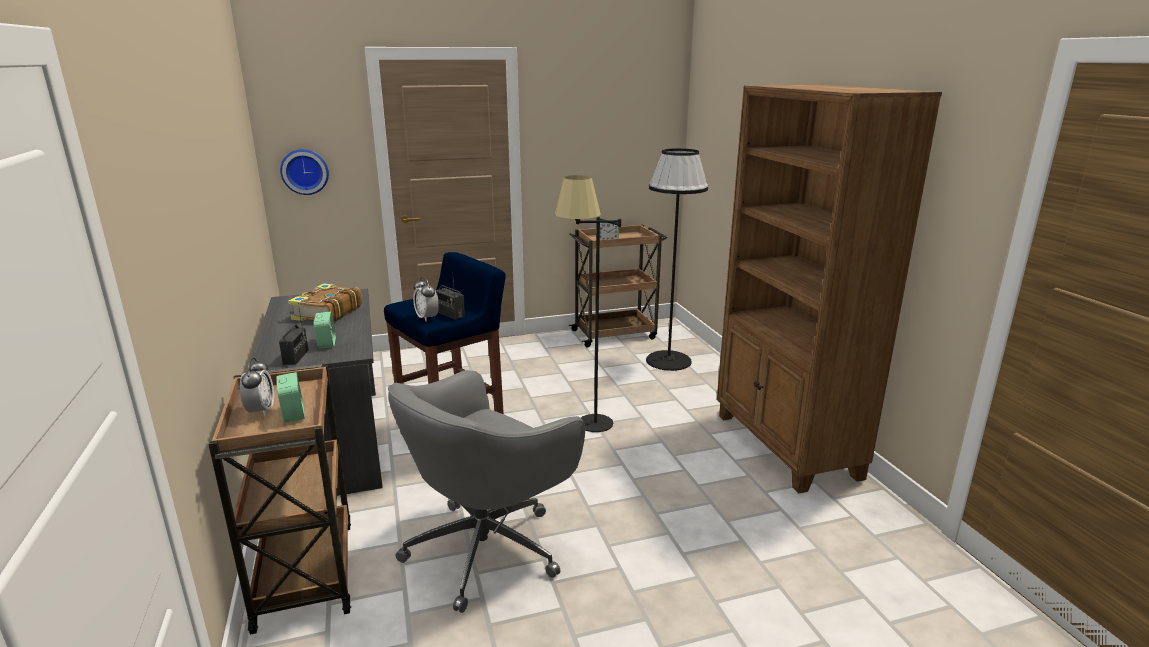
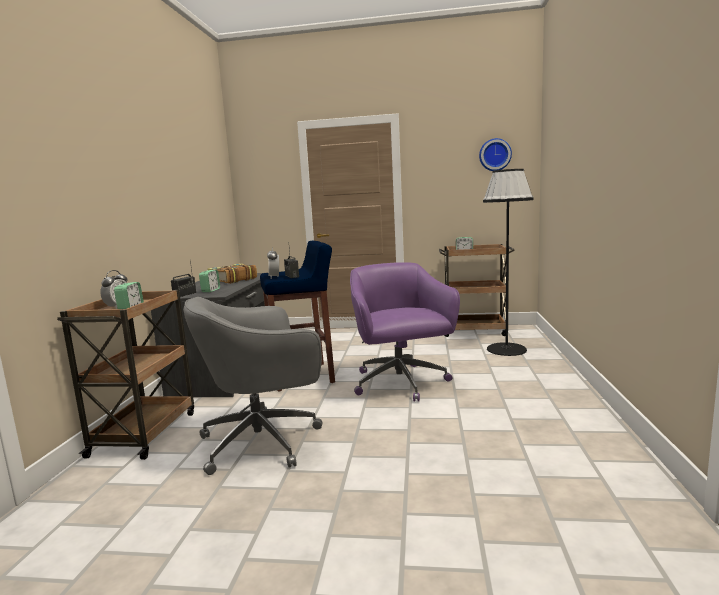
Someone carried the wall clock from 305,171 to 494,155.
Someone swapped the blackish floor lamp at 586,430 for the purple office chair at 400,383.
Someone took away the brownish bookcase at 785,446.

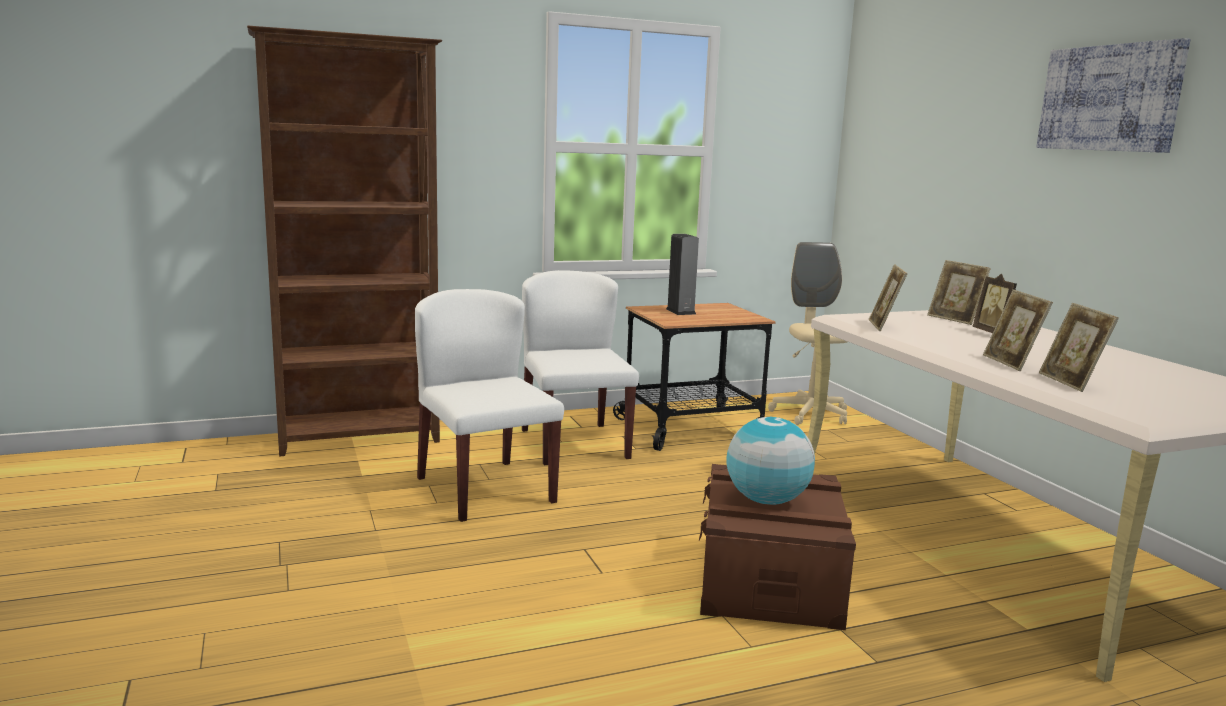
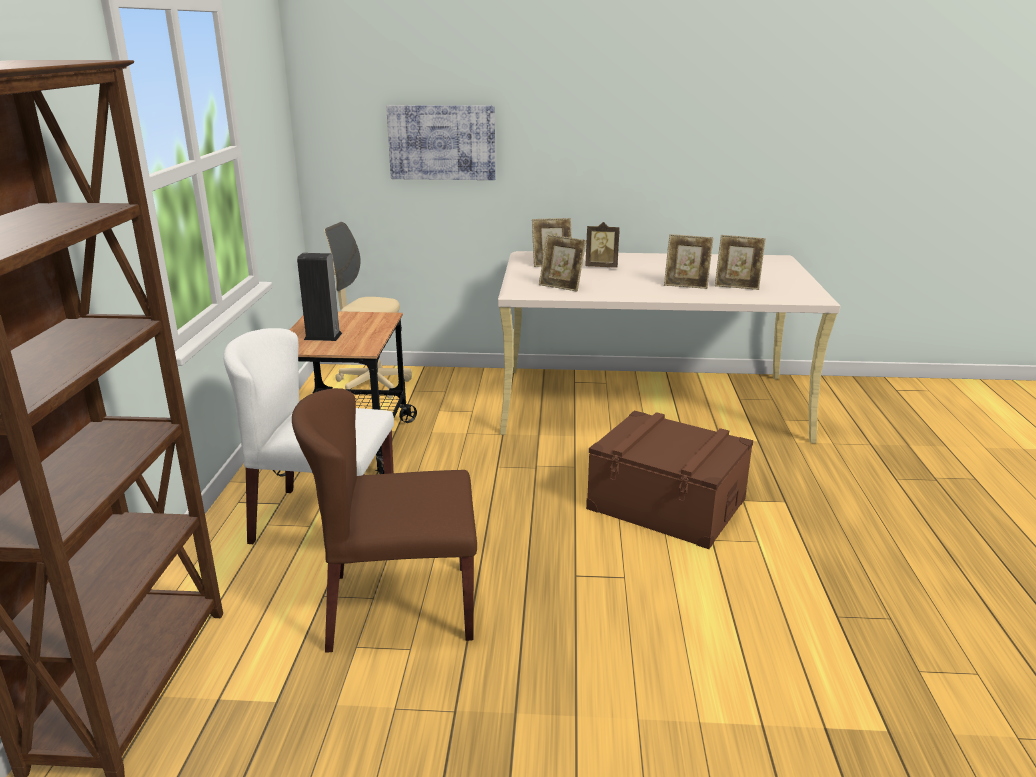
Someone repainted the whitish plain chair at 484,489, which became the brownish plain chair at 399,606.
Someone took away the globe at 767,501.
Someone carried the wall picture from 1109,98 to 442,142.

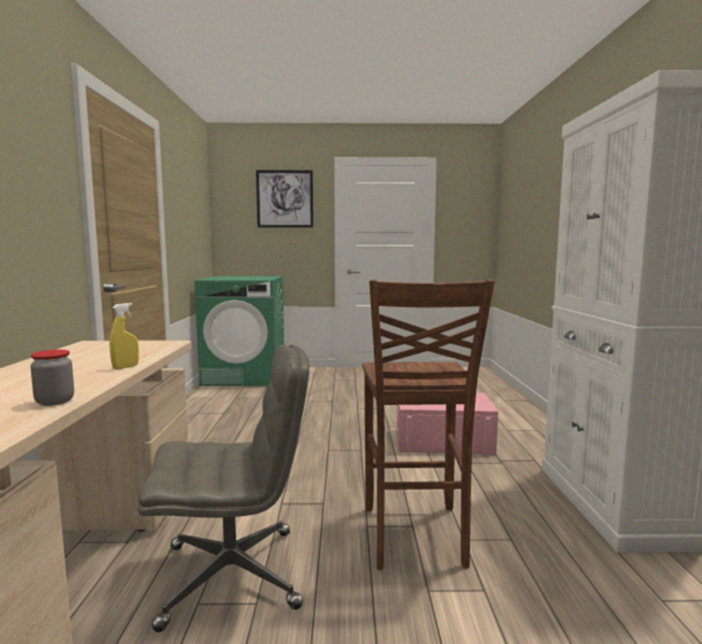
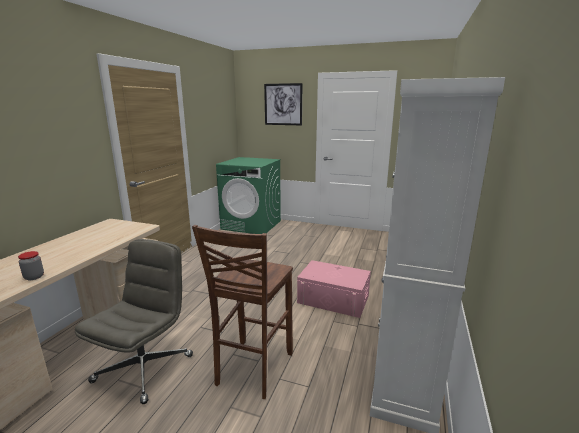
Someone took away the yellow spray bottle at 125,367.
Someone rotated the gray office chair at 233,575 by 75 degrees counterclockwise.

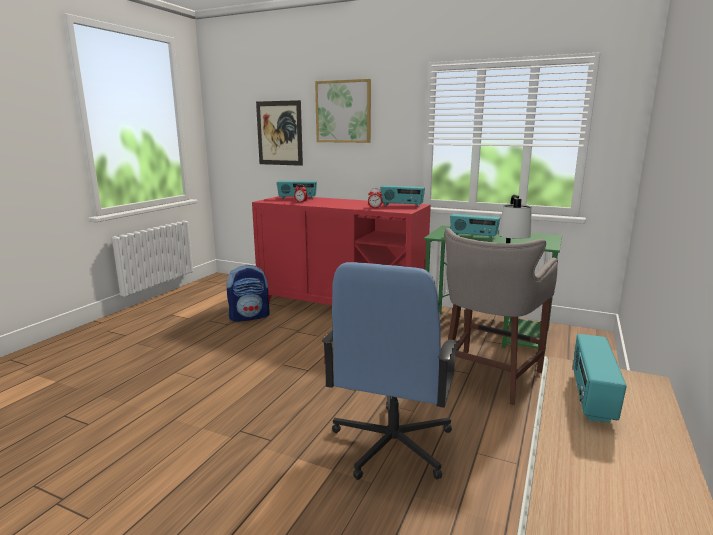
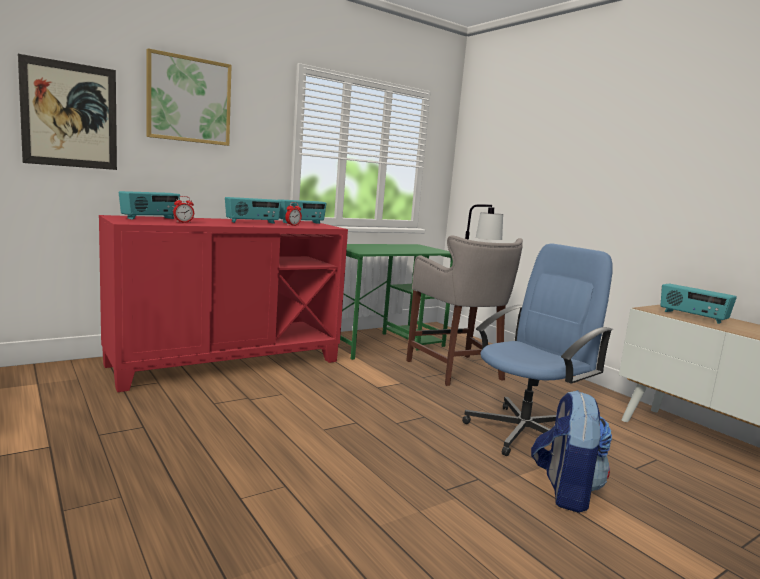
Someone carried the rucksack from 249,317 to 564,491.
Someone rotated the blue-coloured office chair at 391,444 by 90 degrees counterclockwise.
Someone carried the radio set from 473,236 to 252,222.

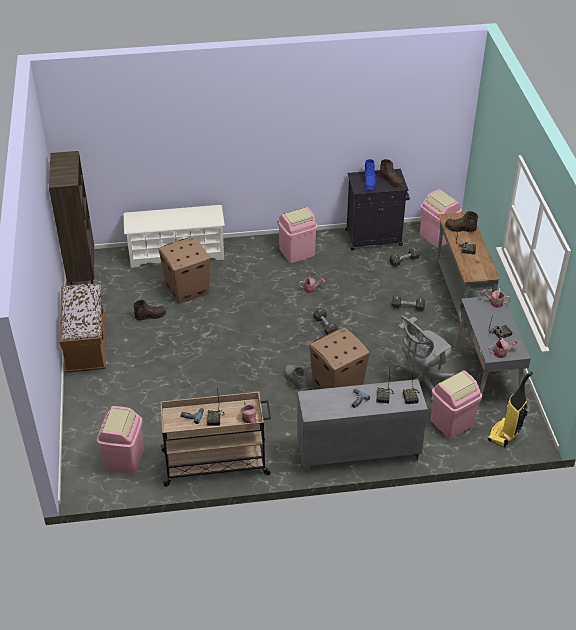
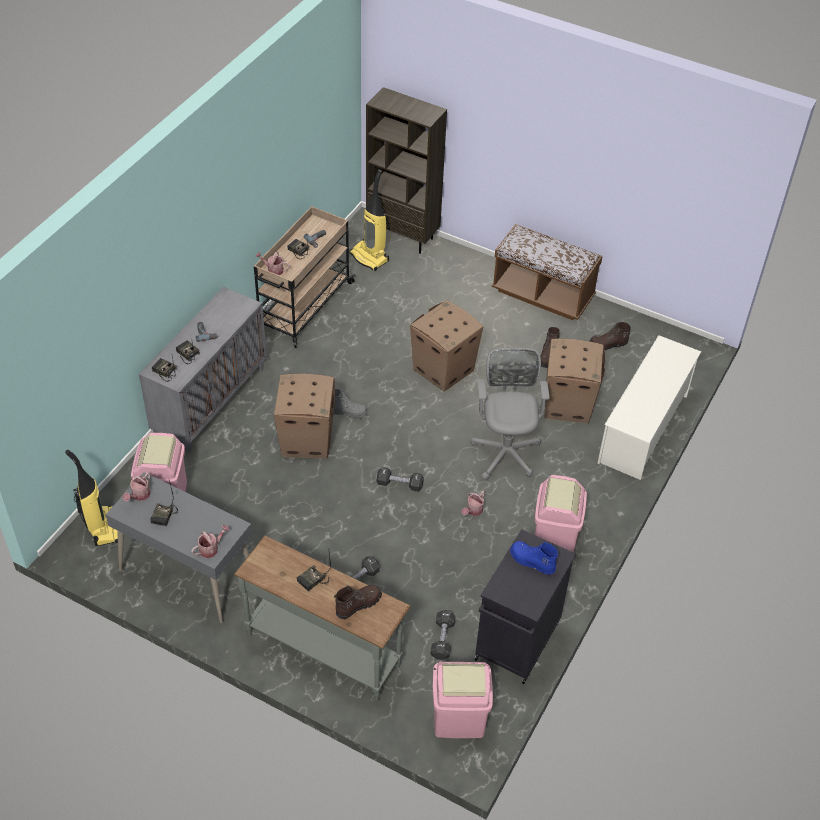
Someone carried the brownish bookcase from 82,273 to 403,236.
Someone swapped the pink-coloured trash can at 124,459 for the vacuum cleaner at 370,257.
Someone carried the brownish high-top boot from 391,181 to 608,345.
Someone carried the gray office chair from 421,383 to 506,451.
Someone put down the packing box at 442,370.

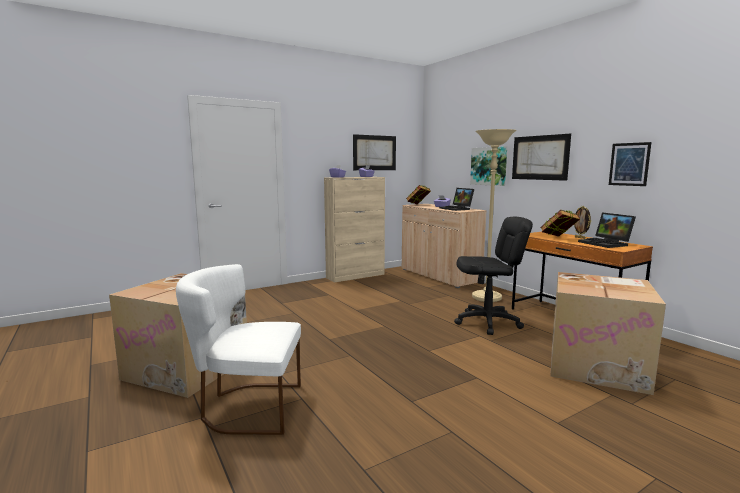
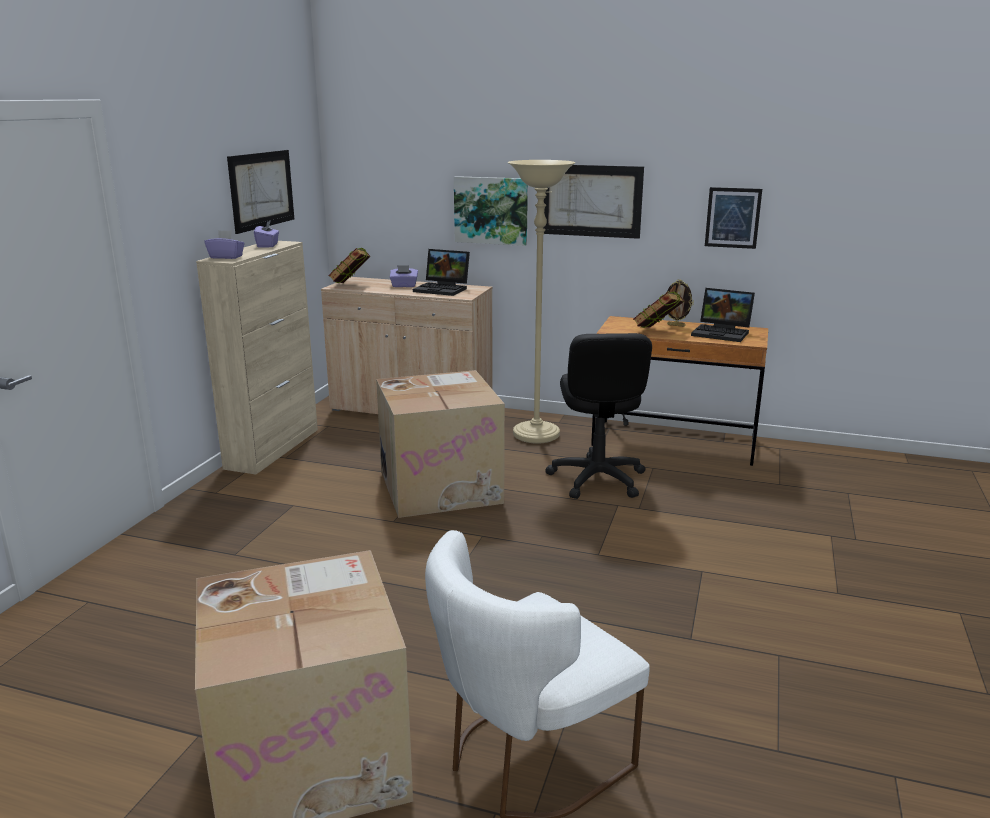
Someone rotated the blackish office chair at 487,322 by 135 degrees clockwise.
Someone carried the packing box from 597,365 to 441,486.

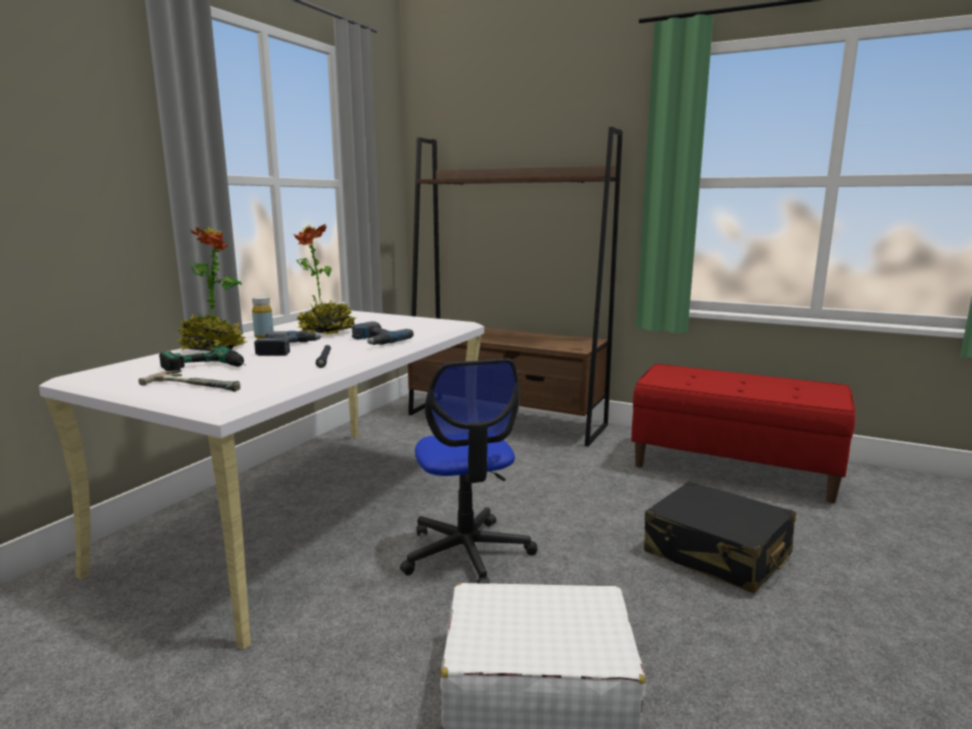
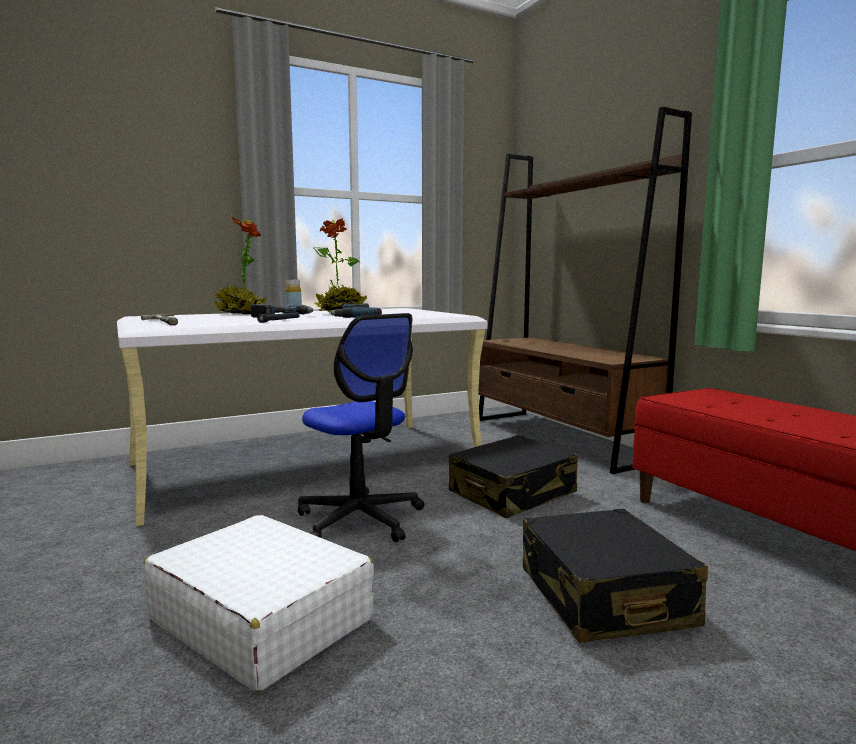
Someone took away the electric drill at 207,369.
Someone rotated the office chair at 467,553 by 60 degrees counterclockwise.
Someone put down the blackish piece of luggage at 512,493.

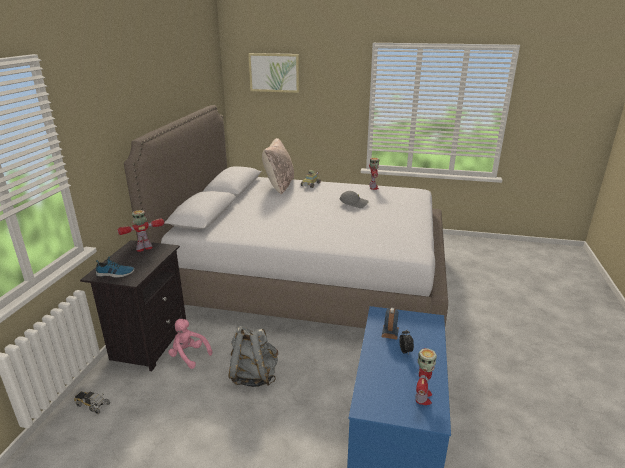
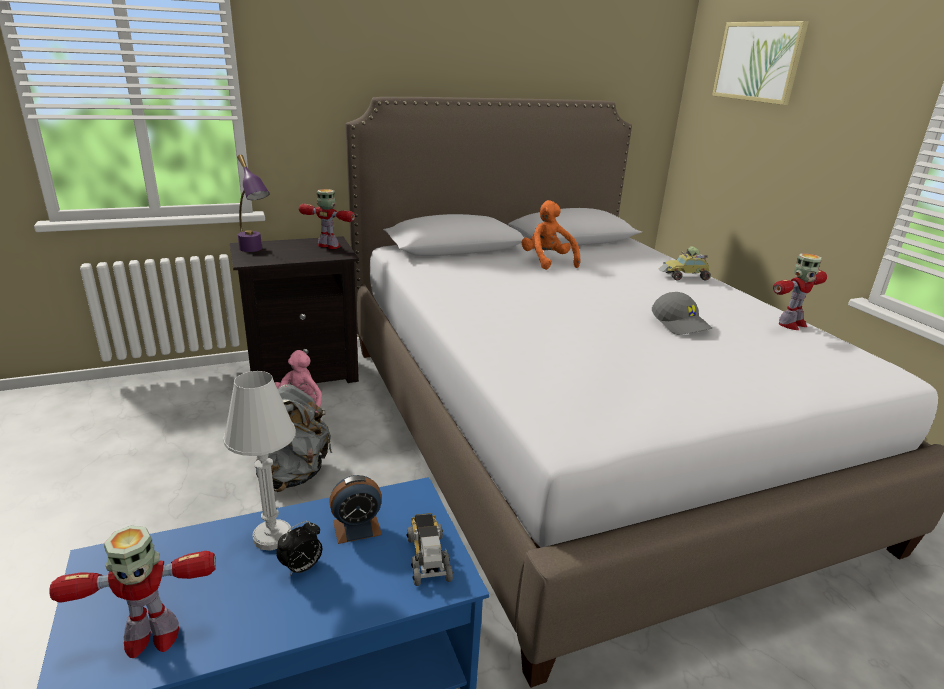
Someone carried the toy truck from 92,405 to 428,556.
Someone swapped the shoe at 115,274 for the purple tabletop lamp at 254,251.
Someone took away the beige pillow at 279,186.
Someone put down the whitish tabletop lamp at 272,537.
Someone put down the orange soft toy at 547,261.

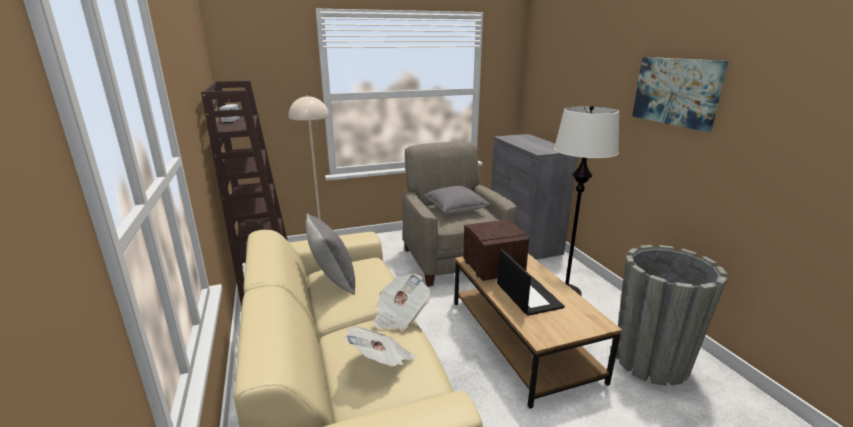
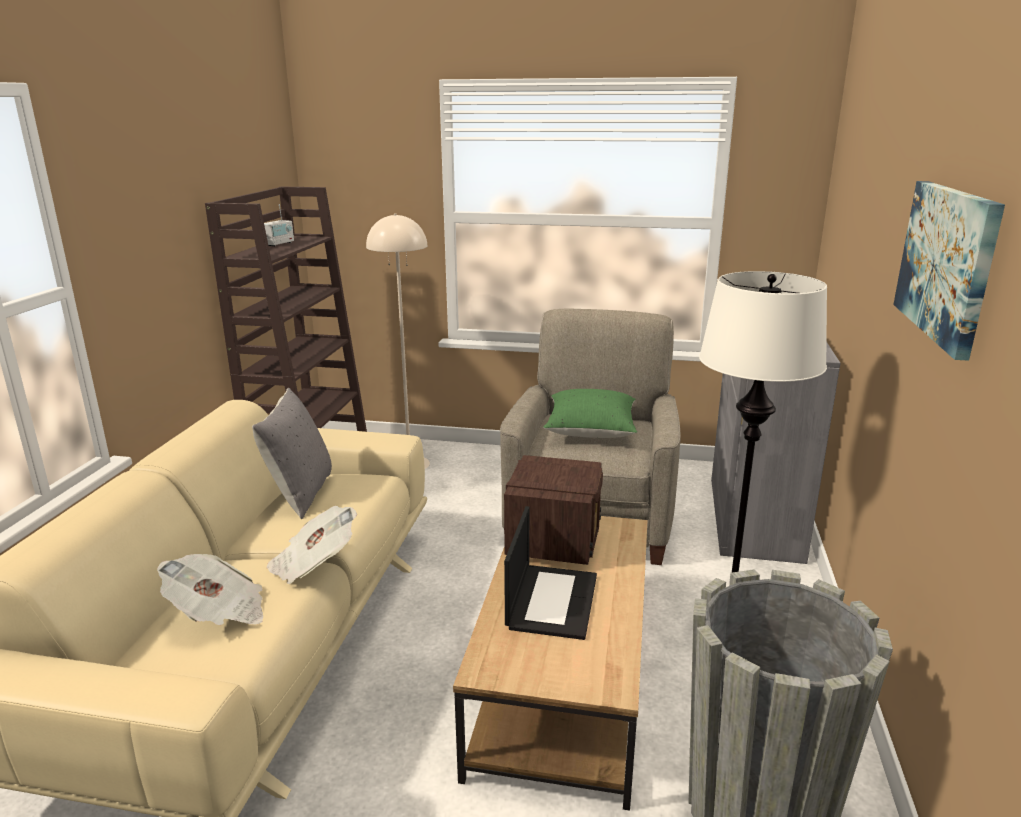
Someone repainted the gray pillow at 455,209, which became the green-coloured pillow at 590,431.

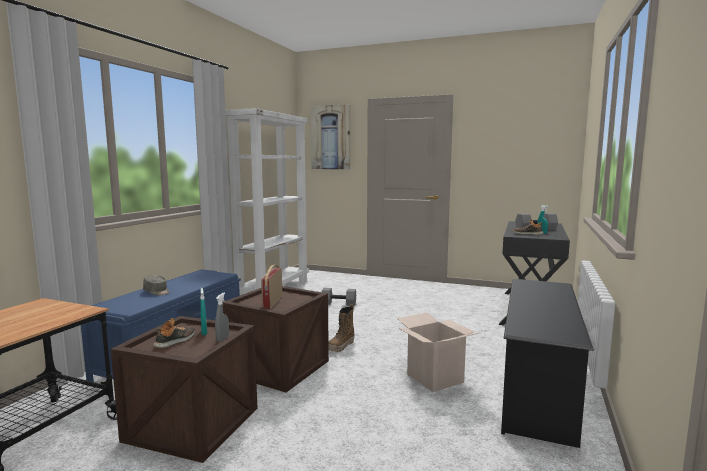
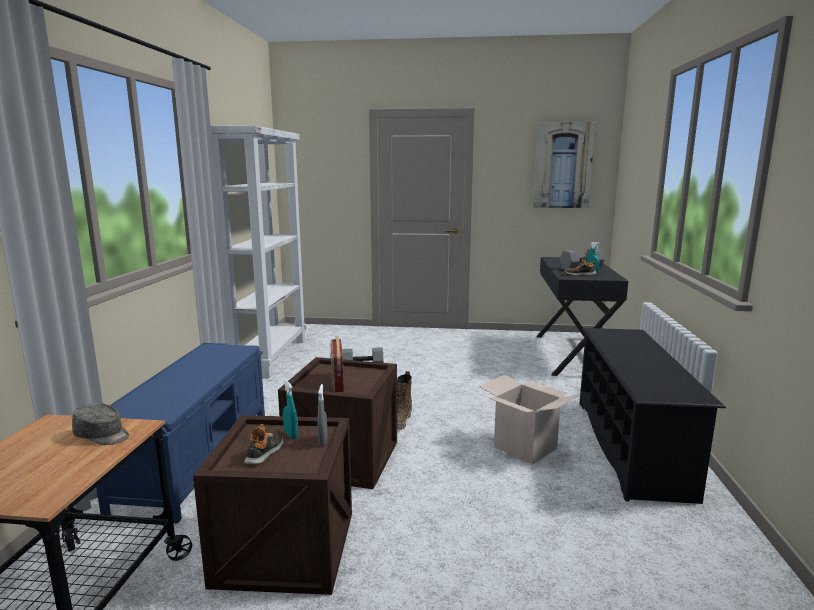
Someone carried the gray baseball cap from 157,292 to 103,435.
Someone carried the wall picture from 330,137 to 563,165.

